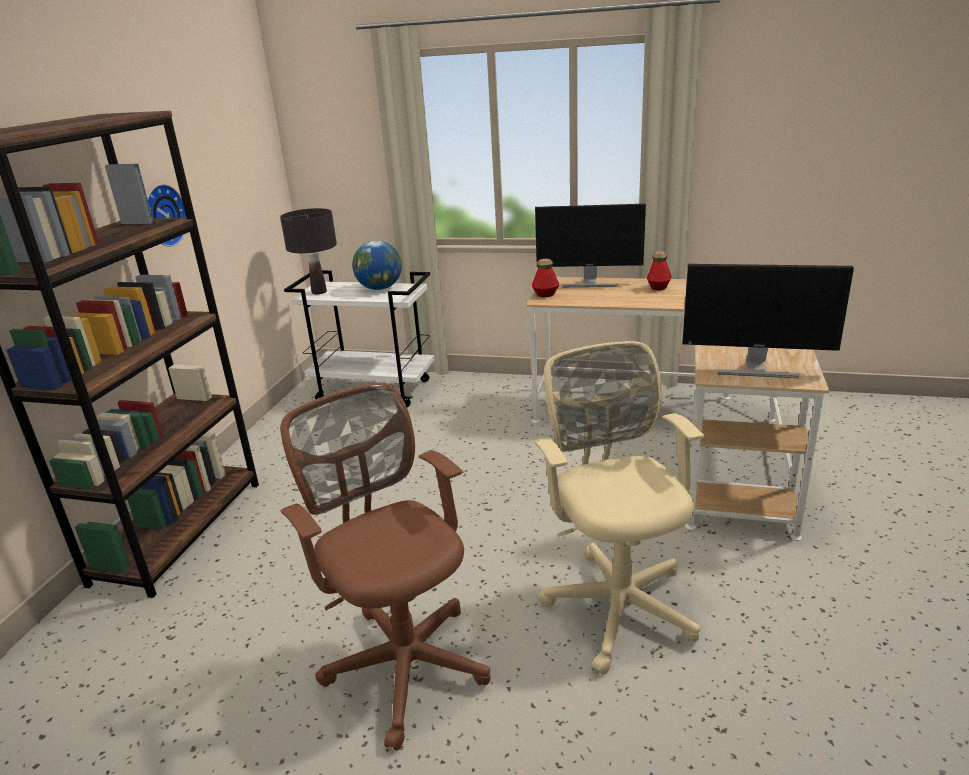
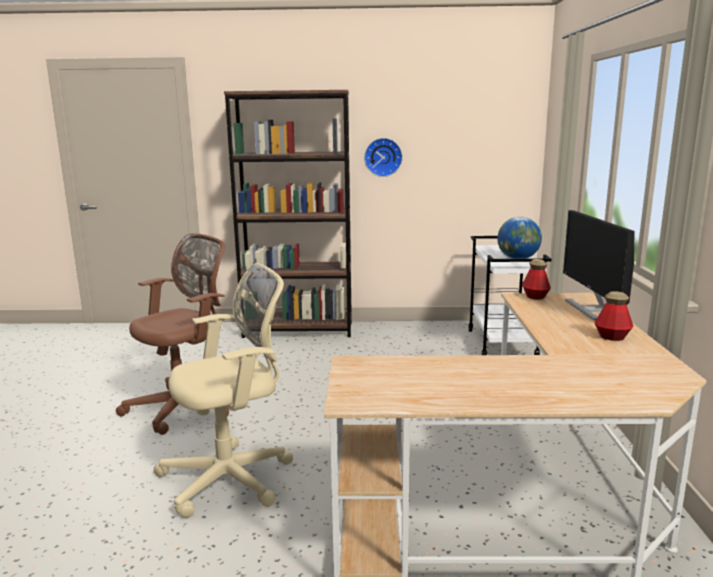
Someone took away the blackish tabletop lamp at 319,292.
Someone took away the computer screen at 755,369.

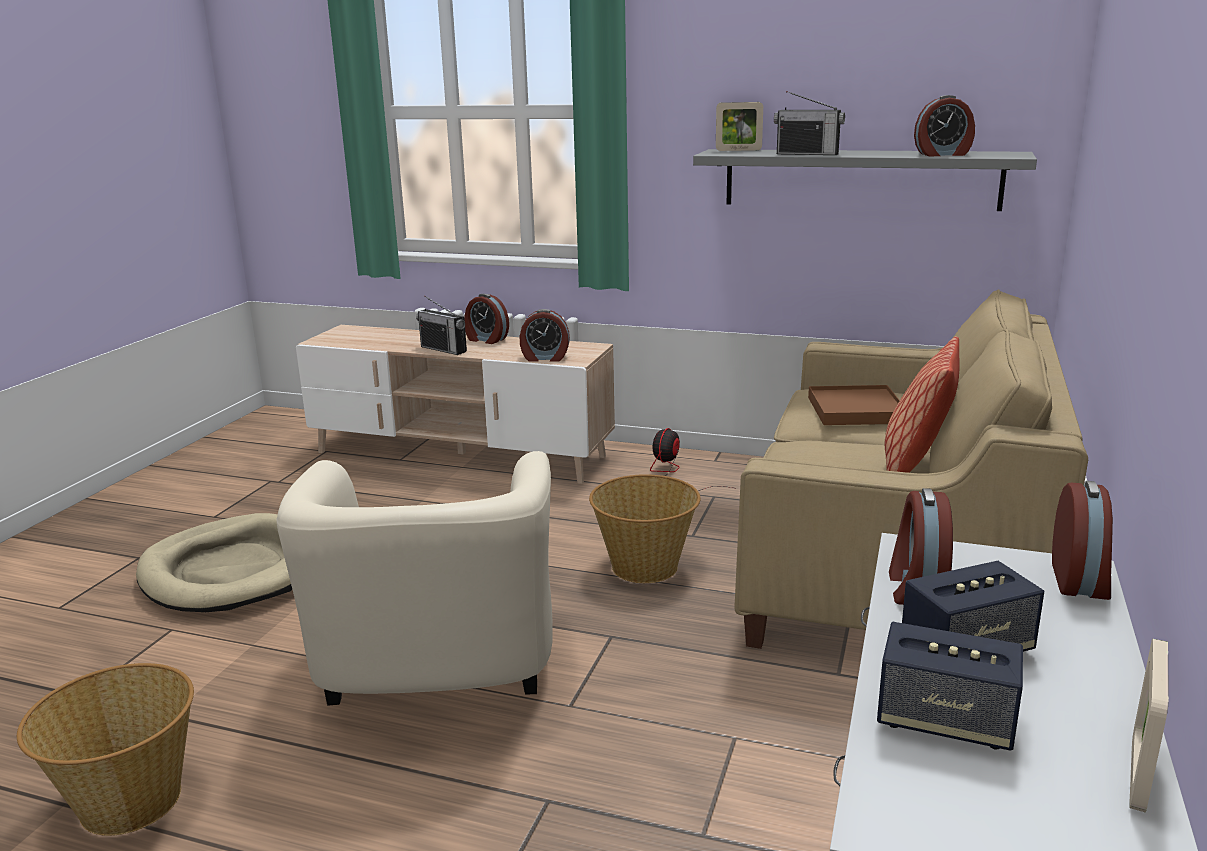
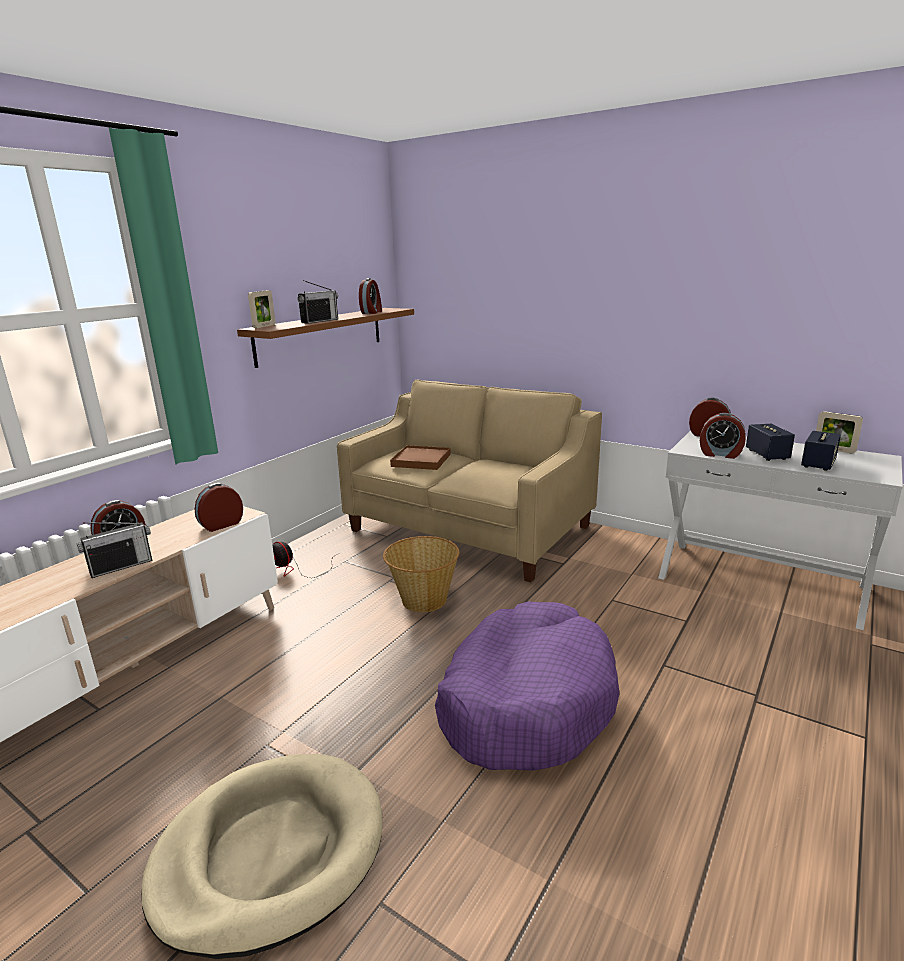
Someone took away the basket at 129,800.
Someone swapped the beige easy chair at 436,674 for the purple dog cushion at 526,701.
Someone rotated the alarm clock at 545,358 by 150 degrees counterclockwise.
Someone repainted the gray shelf at 860,179, which became the brownish shelf at 321,335.
Someone took away the pillow at 916,465.

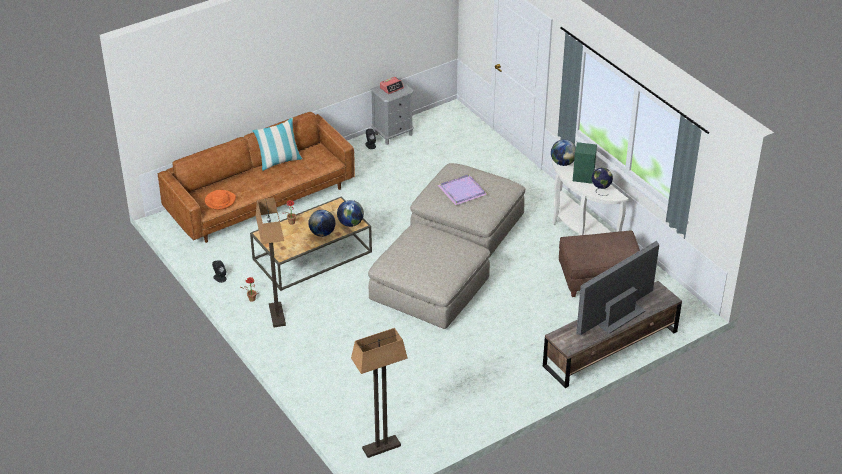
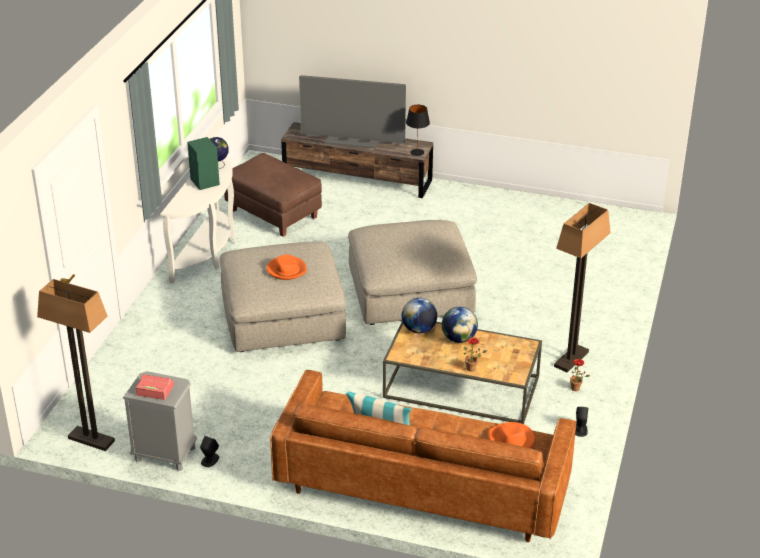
Someone carried the floor lamp from 381,447 to 92,439.
Someone swapped the purple carrying tray at 463,191 for the orange clothing hat at 286,270.
Someone took away the globe at 563,163.
Someone put down the blackish tabletop lamp at 417,152.

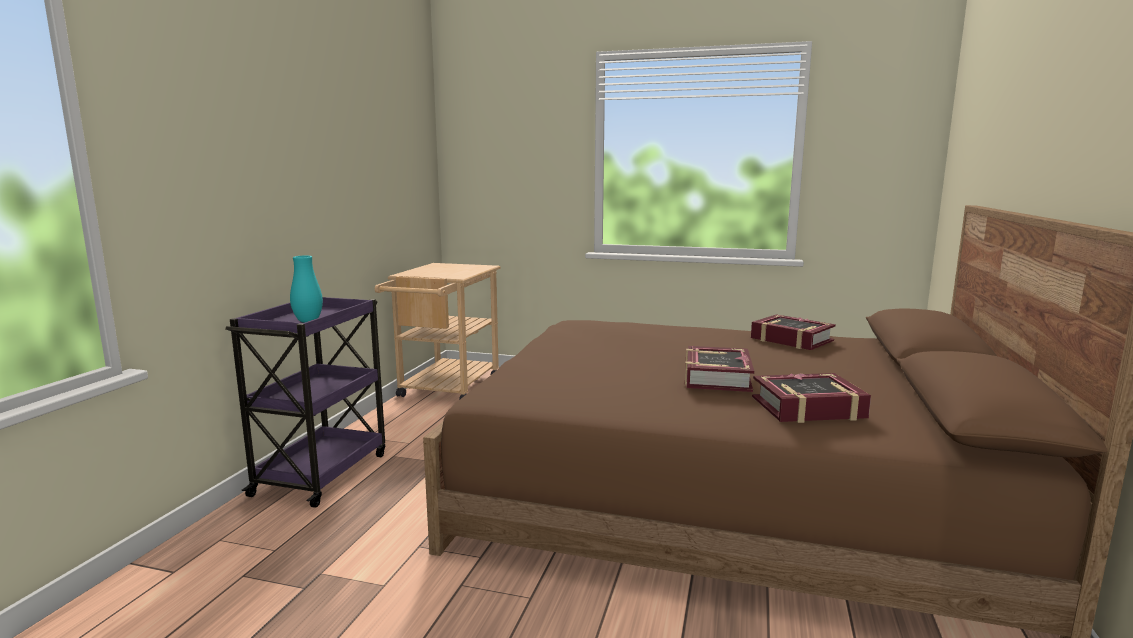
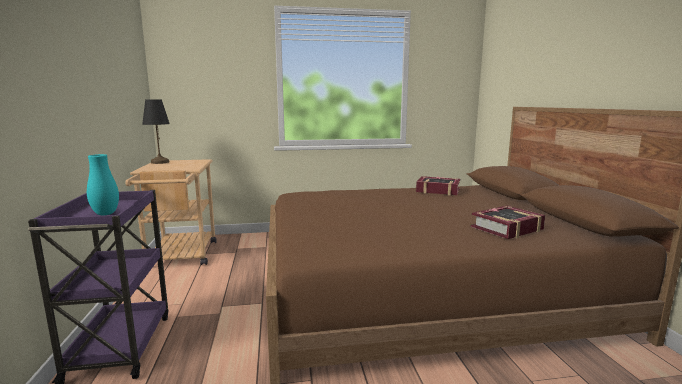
Someone took away the bound book at 716,377.
Someone put down the blackish tabletop lamp at 159,162.

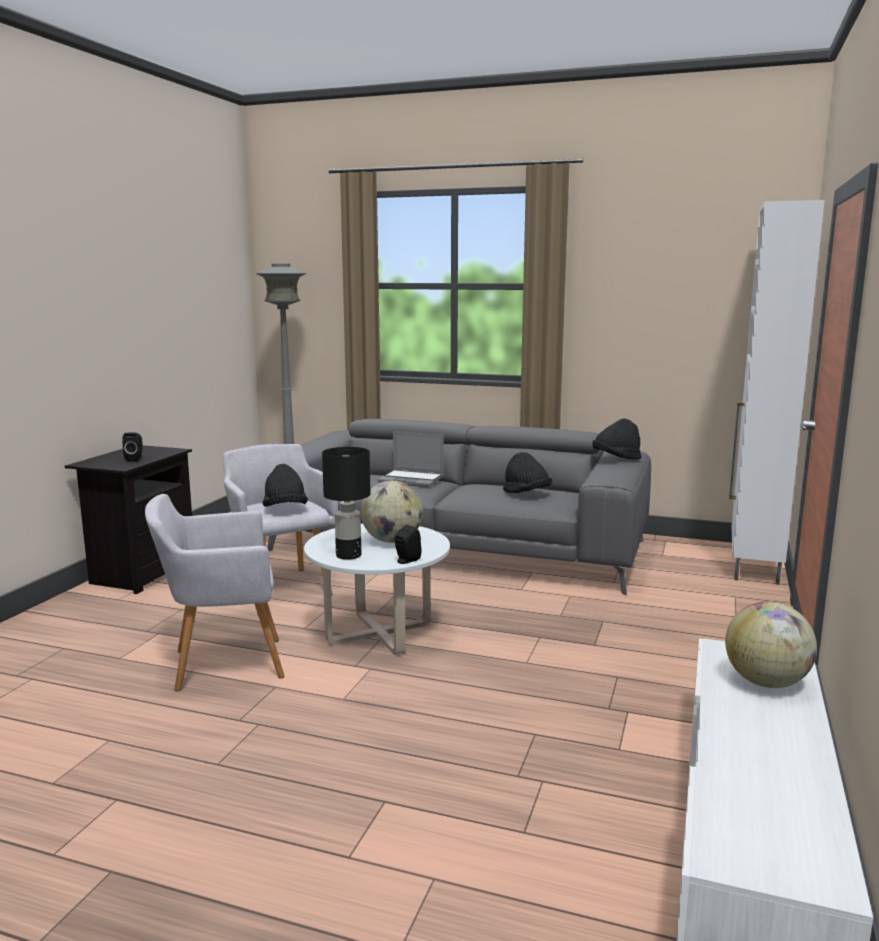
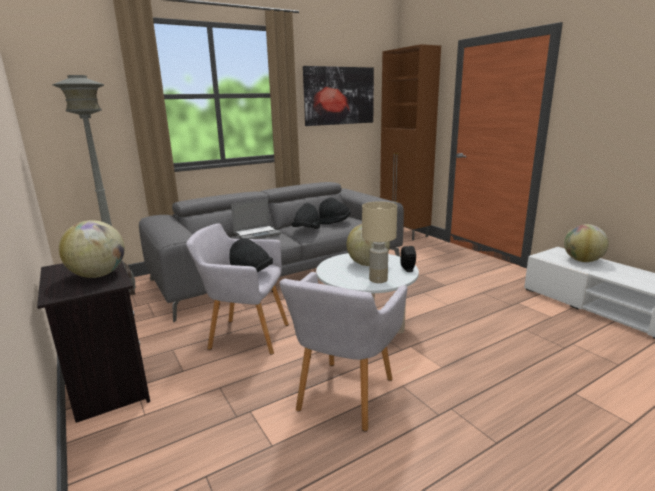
Someone swapped the blackish loudspeaker at 135,459 for the globe at 98,275.
Someone repainted the blackish tabletop lamp at 348,556, which became the beige tabletop lamp at 378,280.
Someone carried the blackish clothing hat from 616,459 to 306,230.
Someone repainted the whitish cupboard at 754,566, which became the brownish cupboard at 404,233.
Someone put up the wall picture at 339,96.

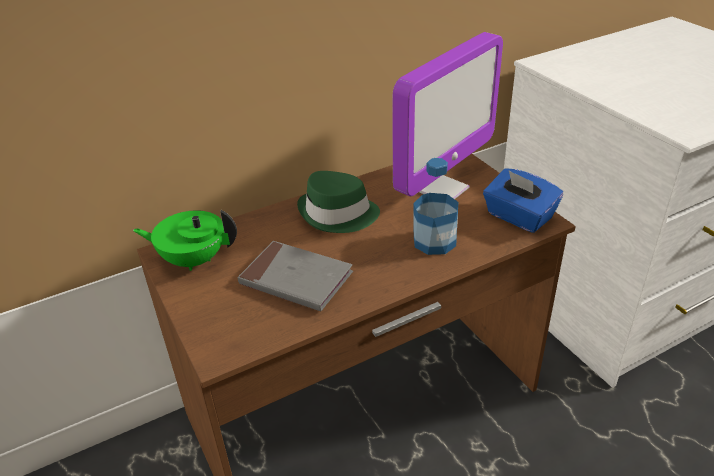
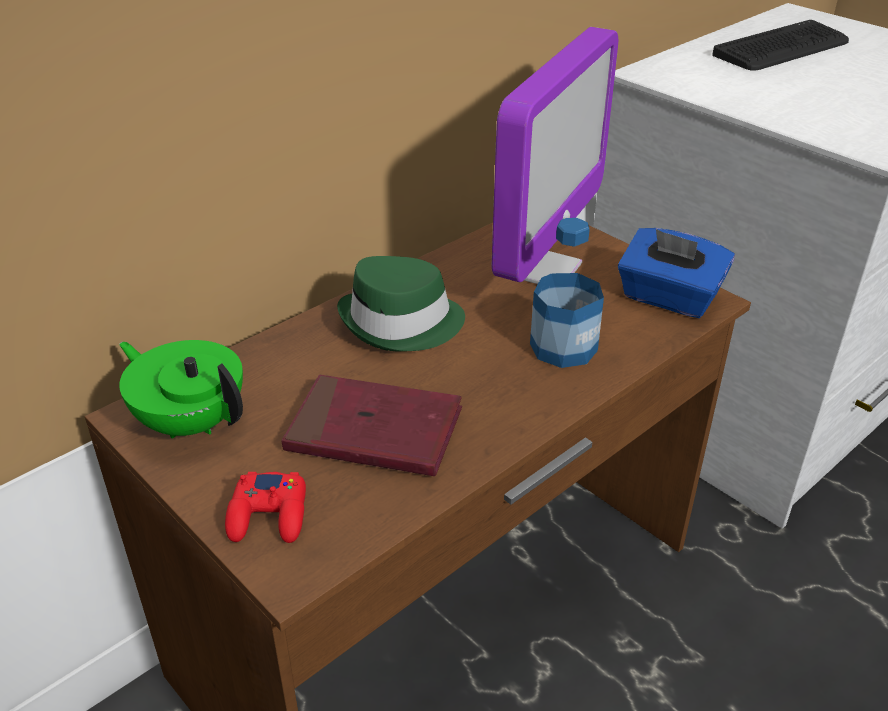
Someone rotated the green-coloured pot for tea at 193,259 by 45 degrees clockwise.
Someone repainted the gray bound book at 296,279, which became the reddish bound book at 374,431.
Someone put down the reddish game controller at 269,515.
Someone put down the PC keyboard at 782,48.

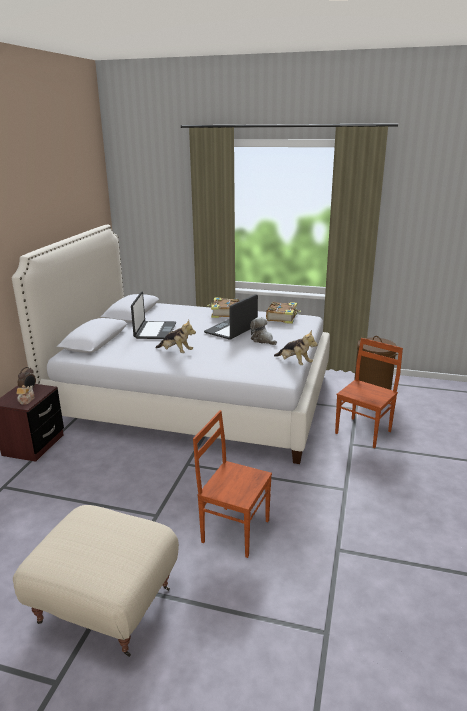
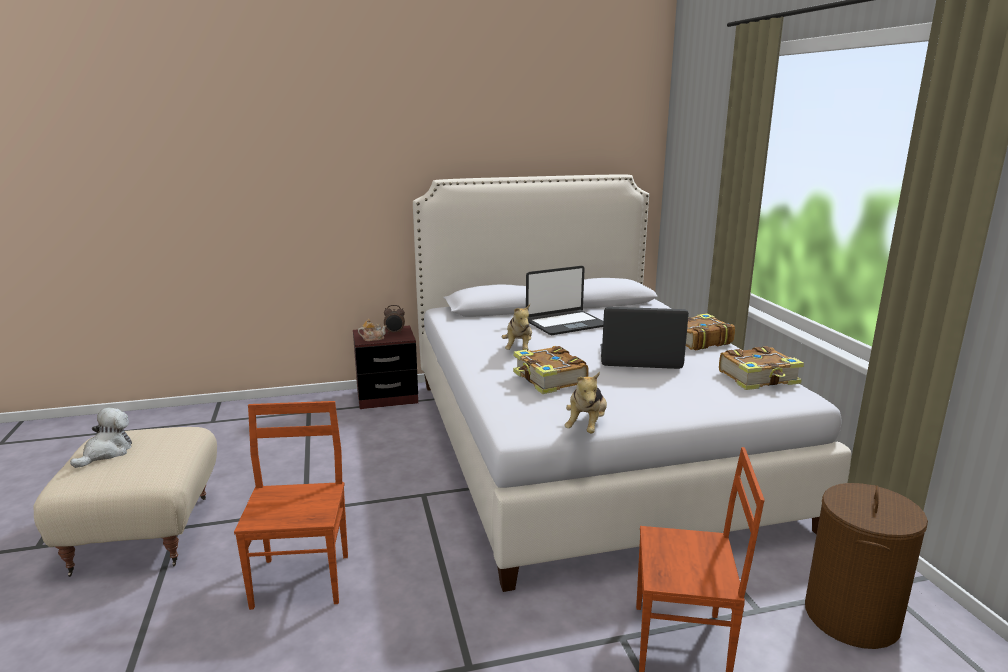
Someone carried the soft toy from 263,340 to 107,452.
Someone put down the bound book at 549,380.

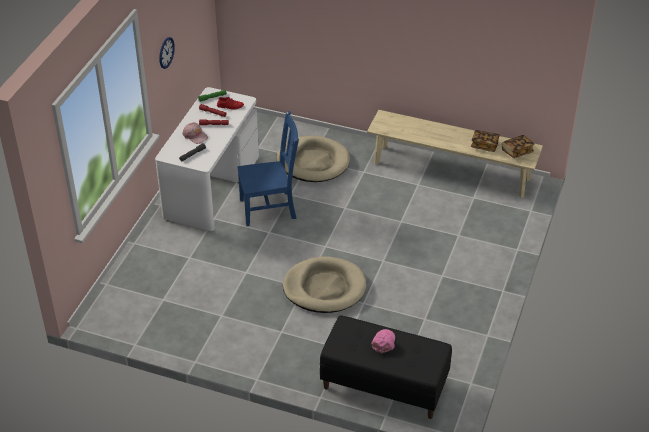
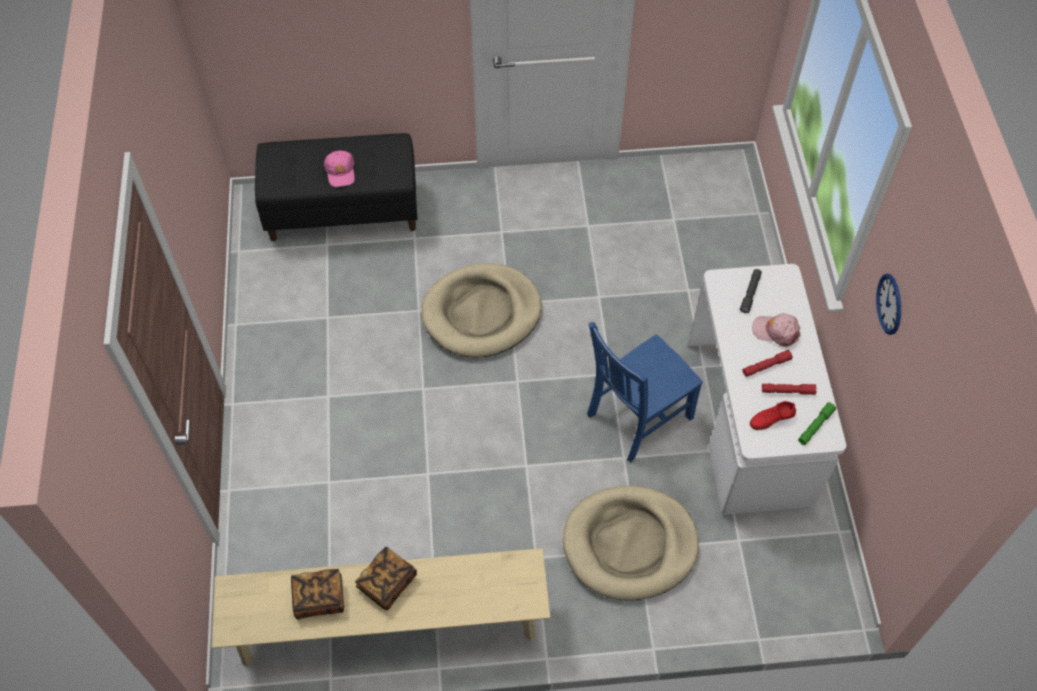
Someone carried the bound book from 517,151 to 387,583.

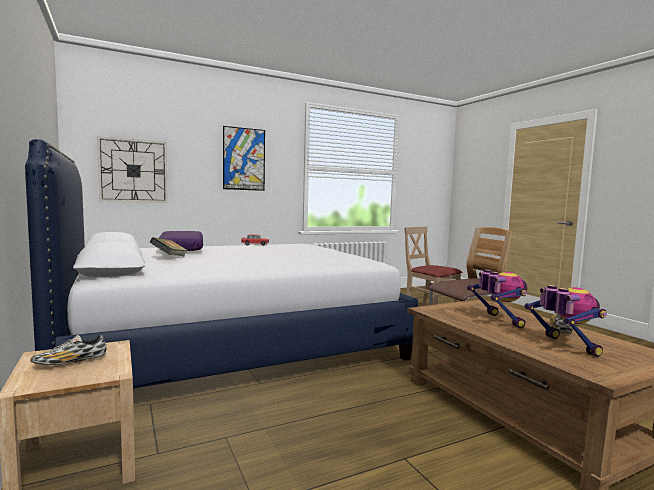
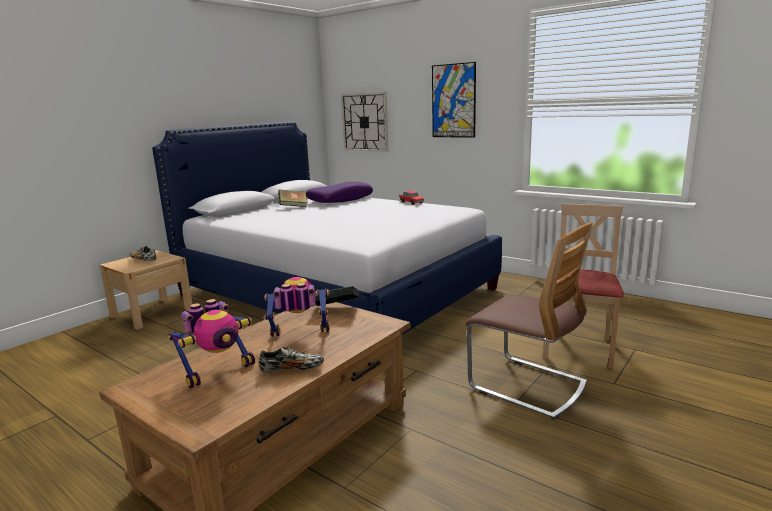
Someone rotated the toy robot at 498,320 by 150 degrees counterclockwise.
Someone put down the bound book at 335,309.

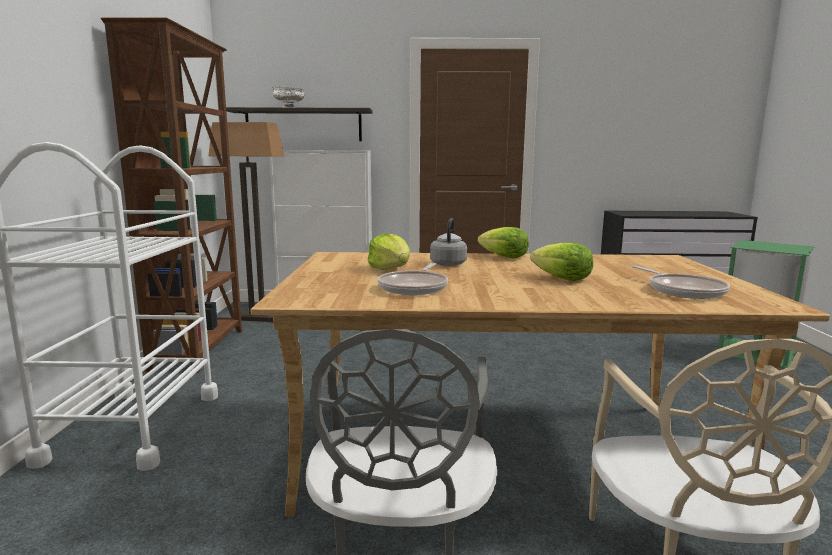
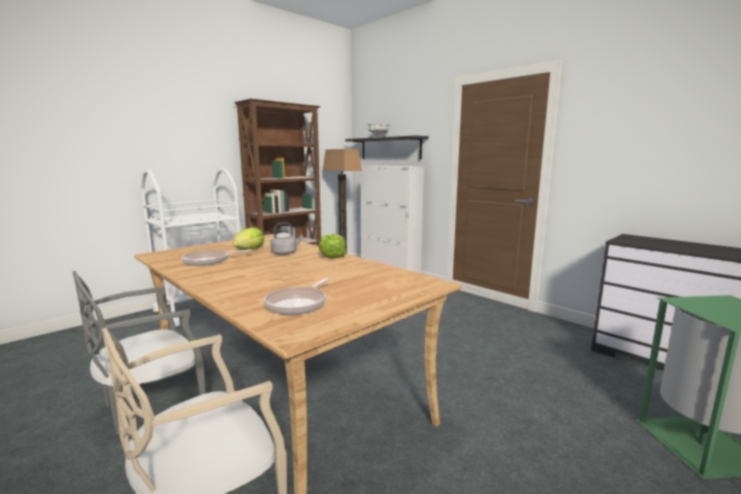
Someone took away the lettuce at 562,279.

